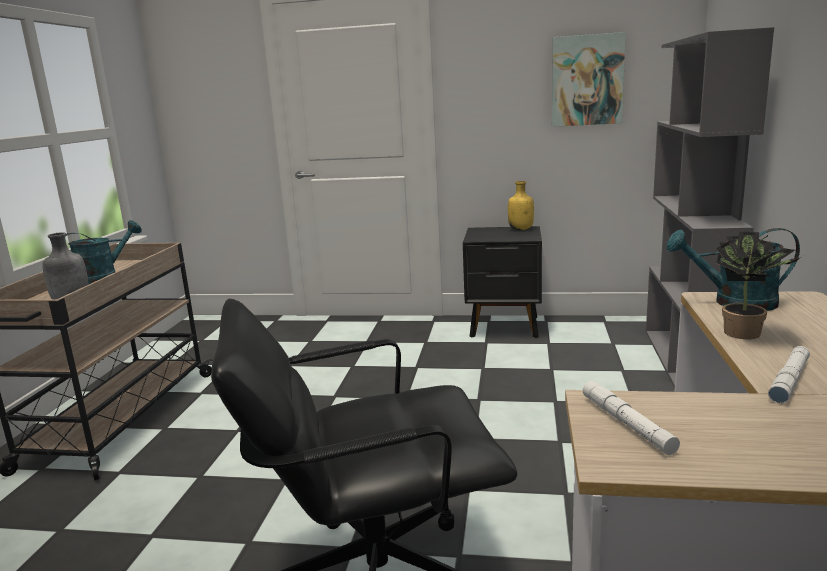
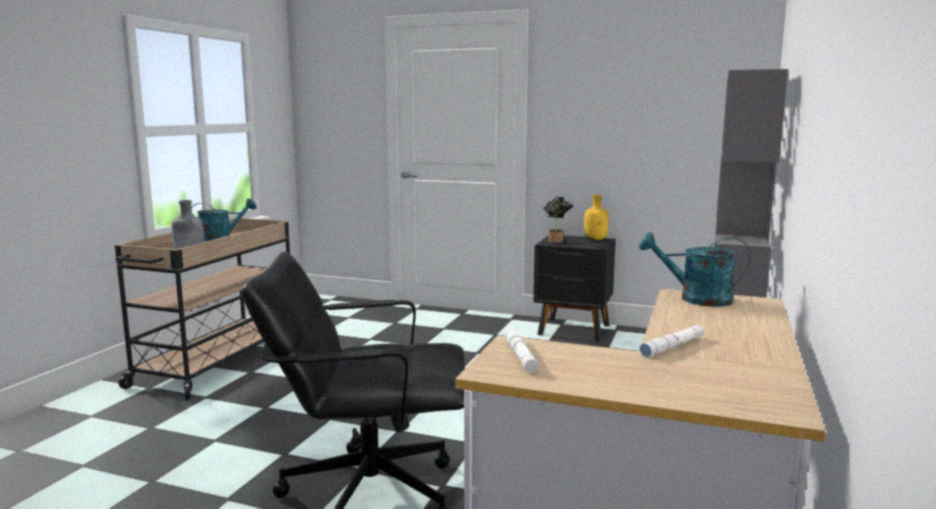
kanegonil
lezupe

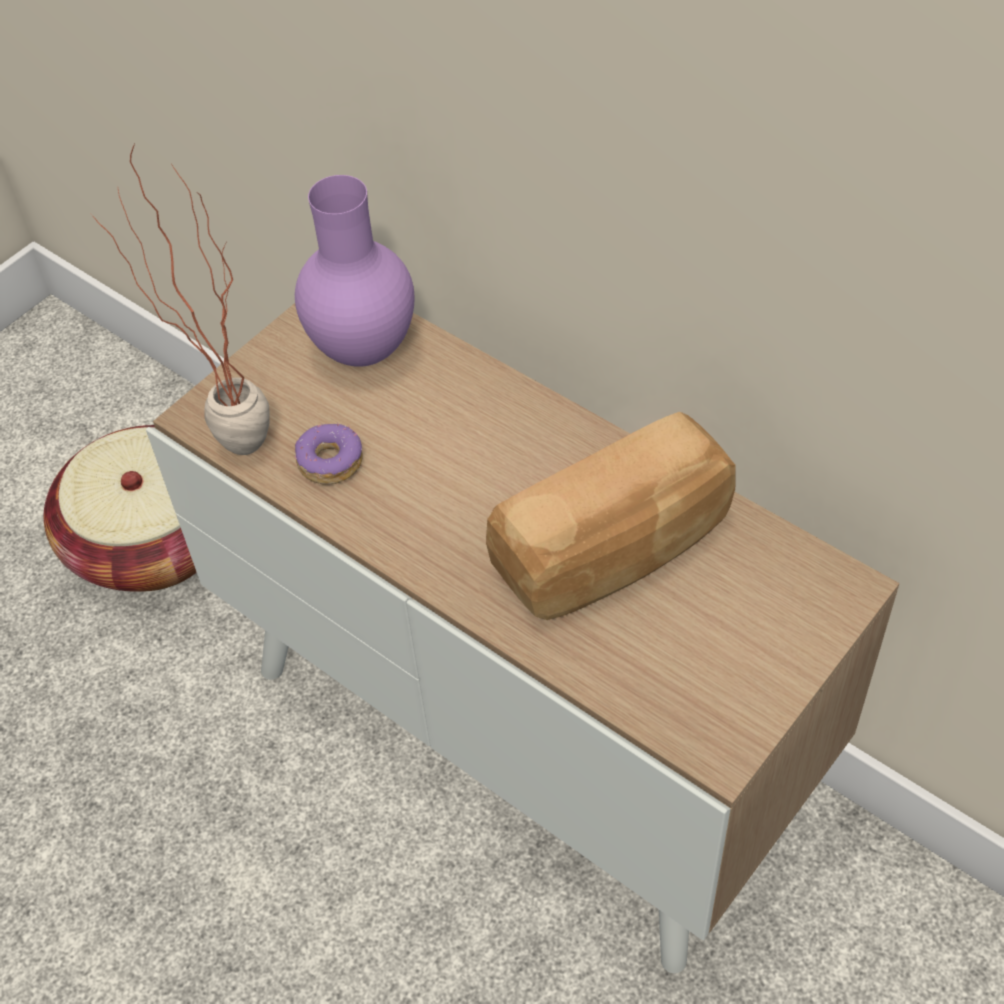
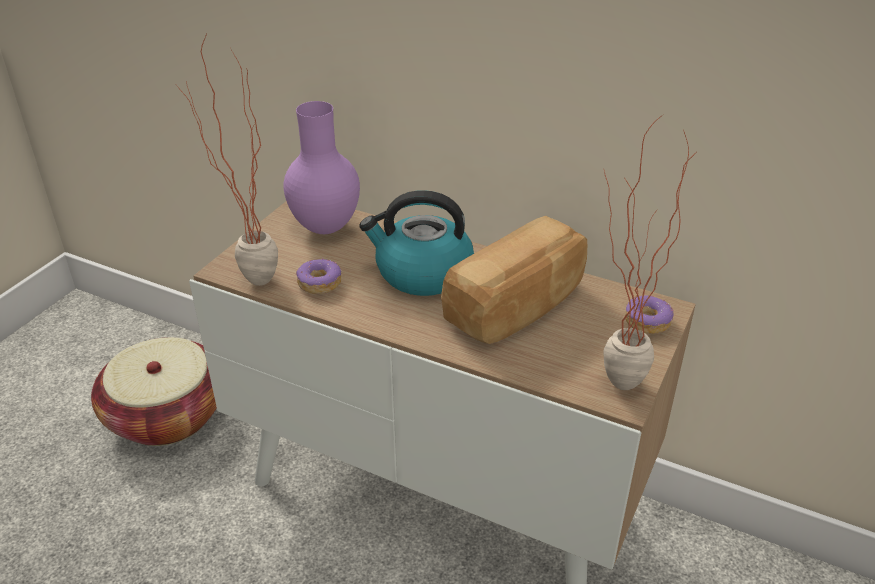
lezupe (2nd from left)
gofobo
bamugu (2nd from left)

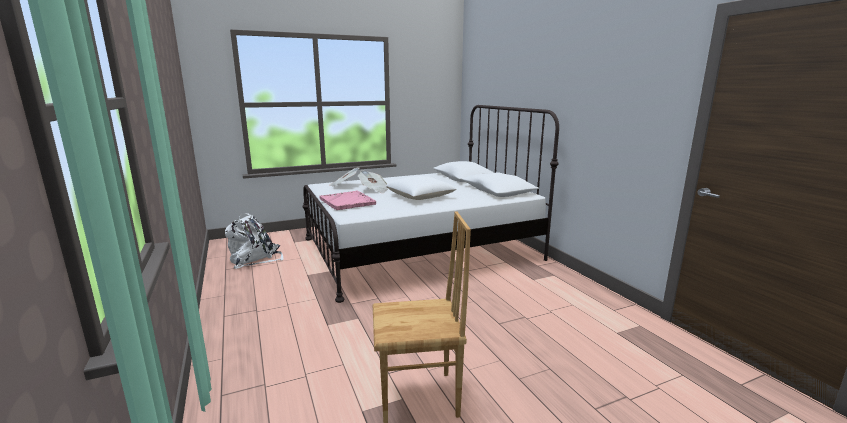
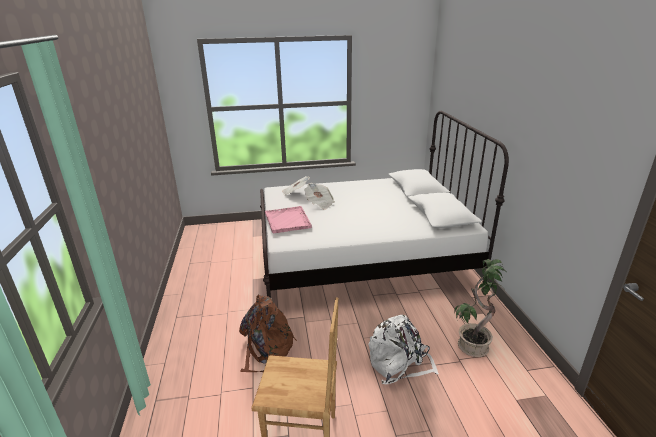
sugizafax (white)
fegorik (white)
lezupe
fegorik (brown)

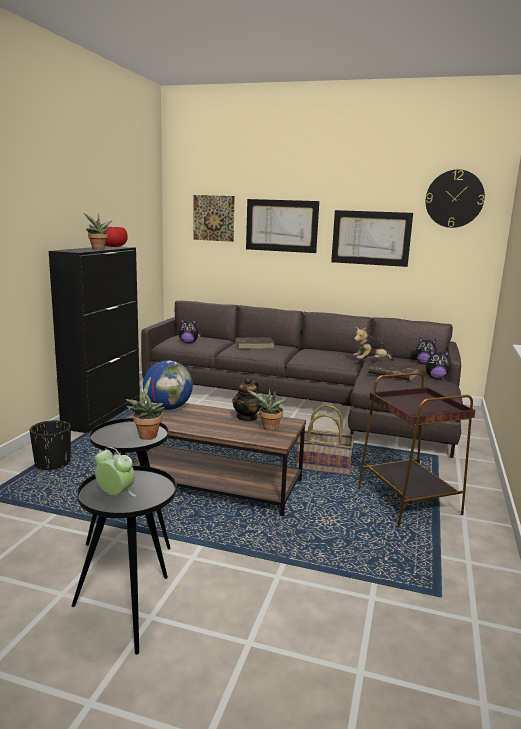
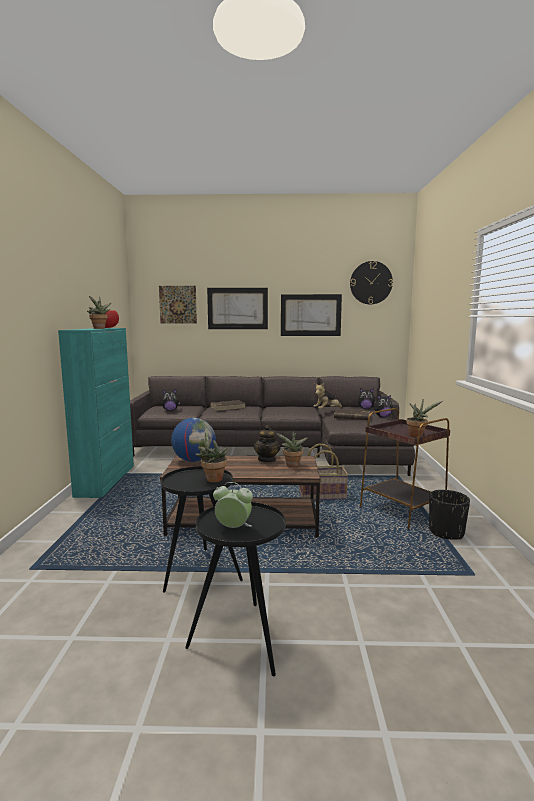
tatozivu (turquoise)
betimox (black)
lezupe (4th from left)

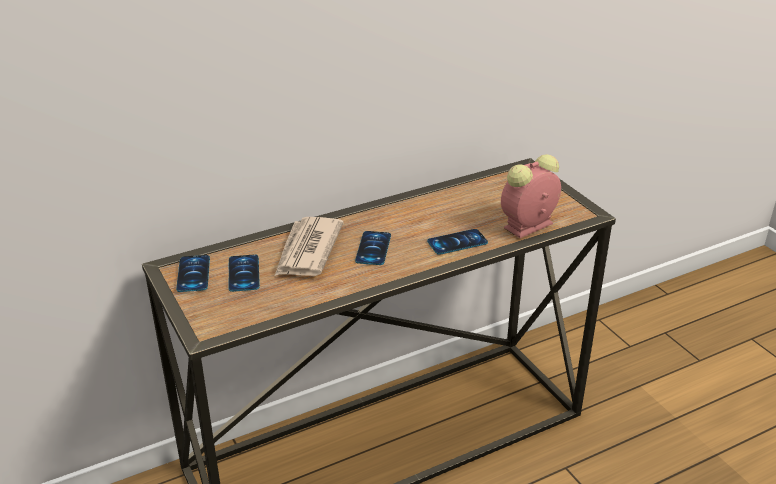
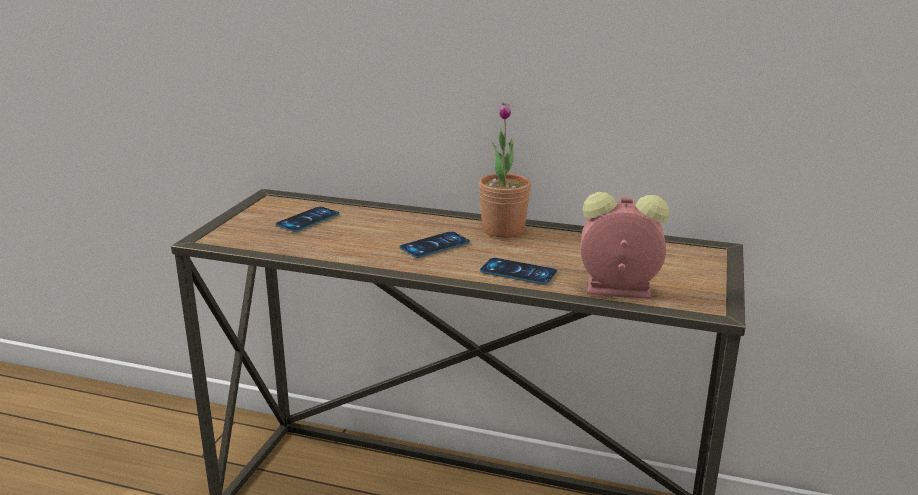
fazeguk
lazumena (1st from left in the first image)
lezupe

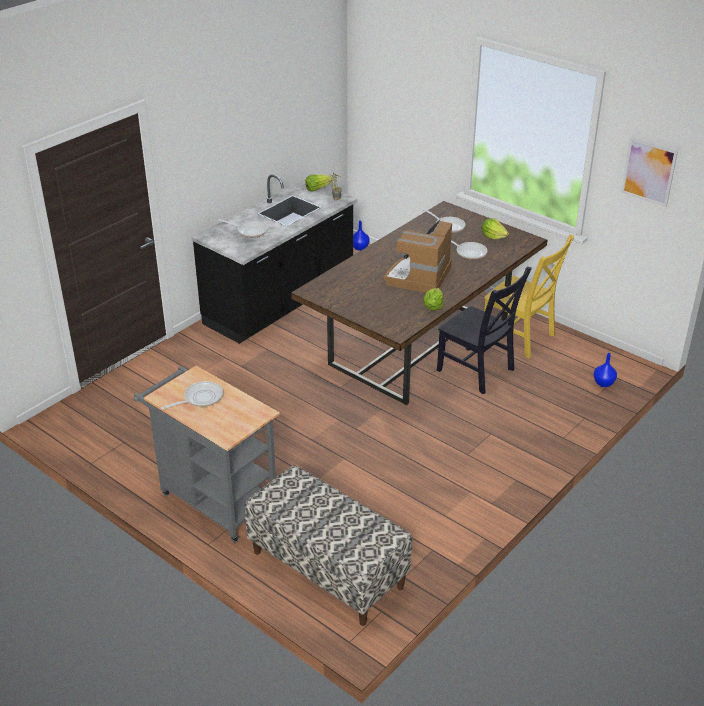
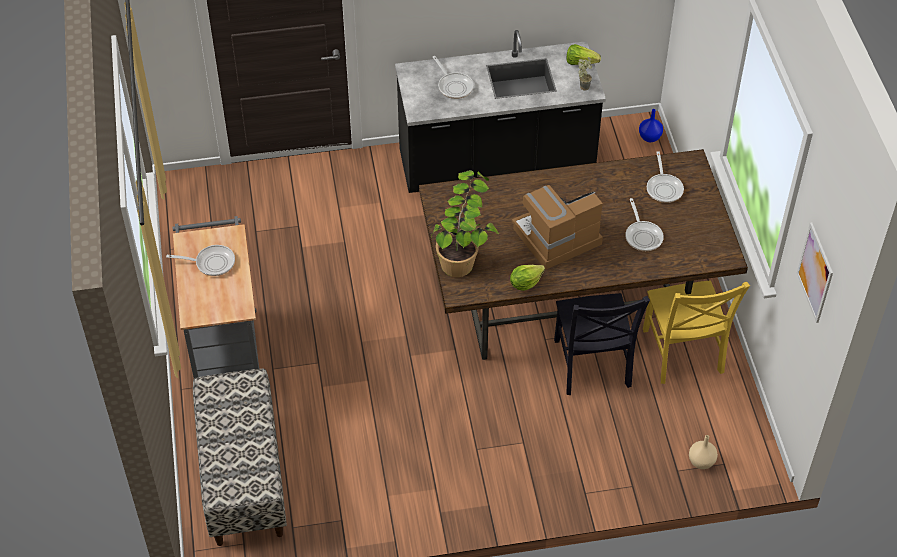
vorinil (3rd from left in the first image)
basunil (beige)
lezupe (1st from left)

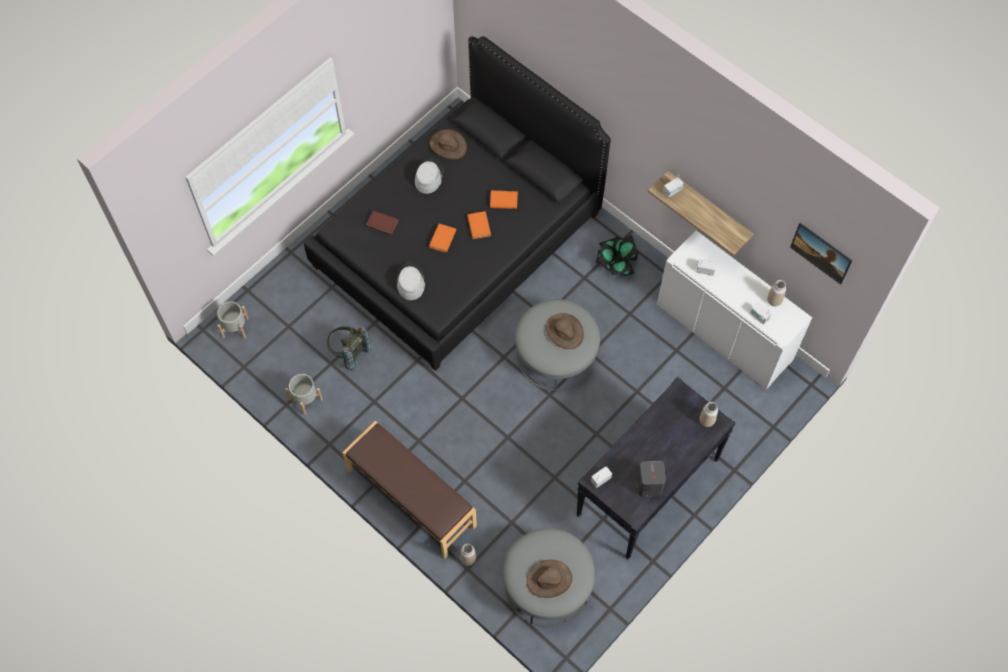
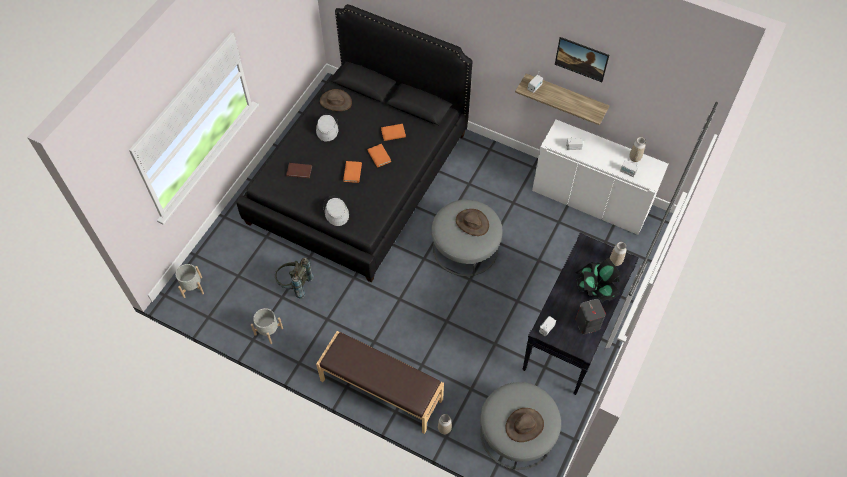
kanegonil
lezupe

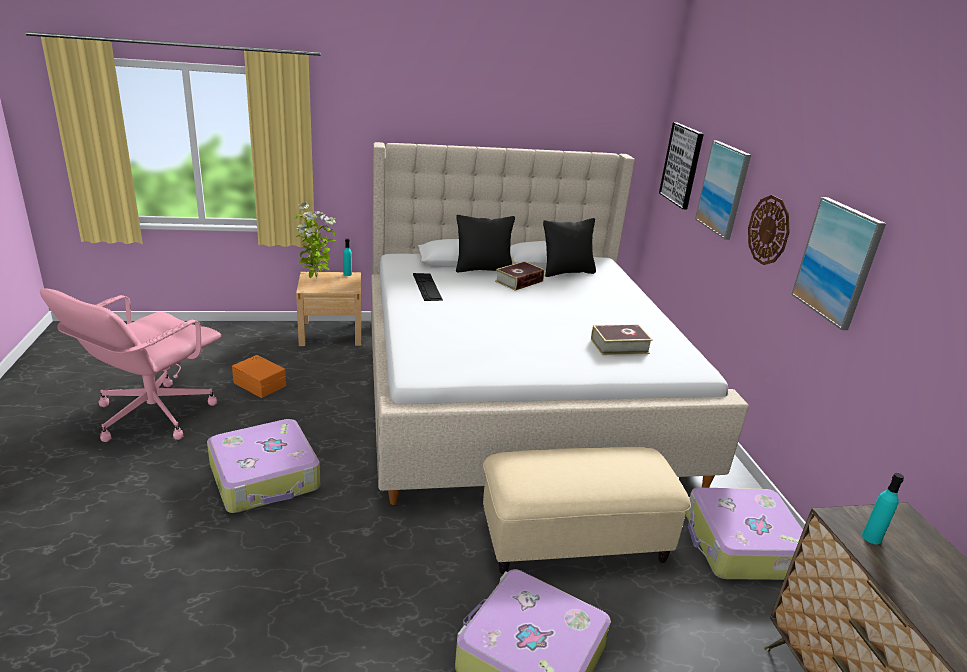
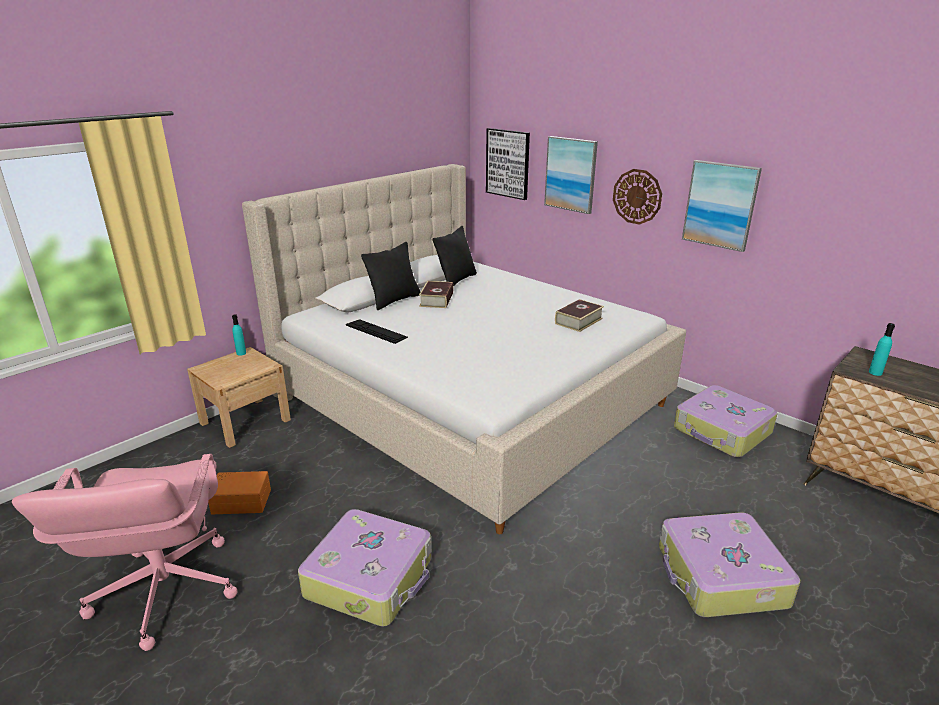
lezupe
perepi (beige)

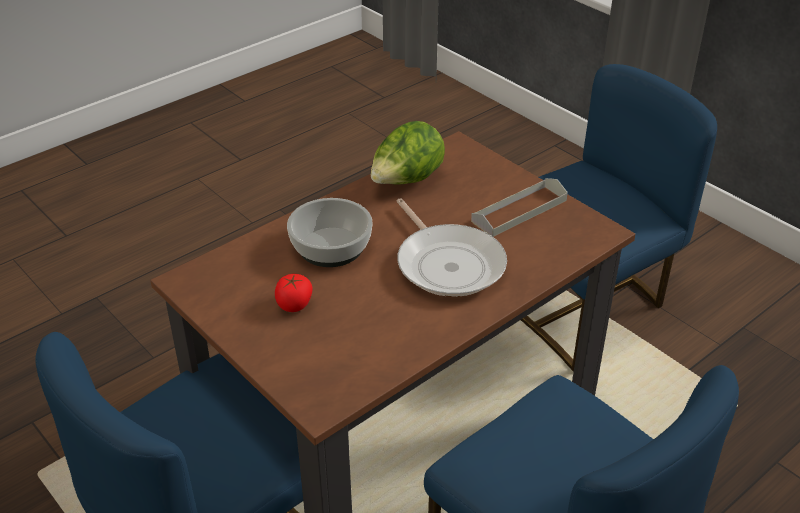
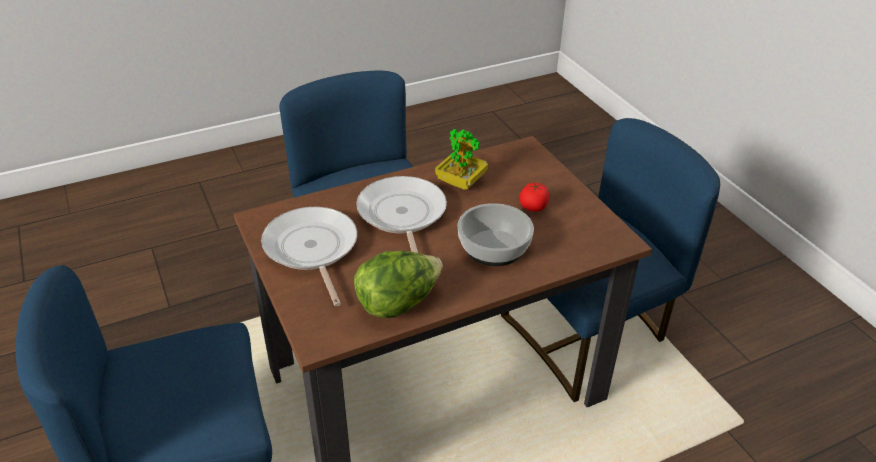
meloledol (1st from left)
lezupe

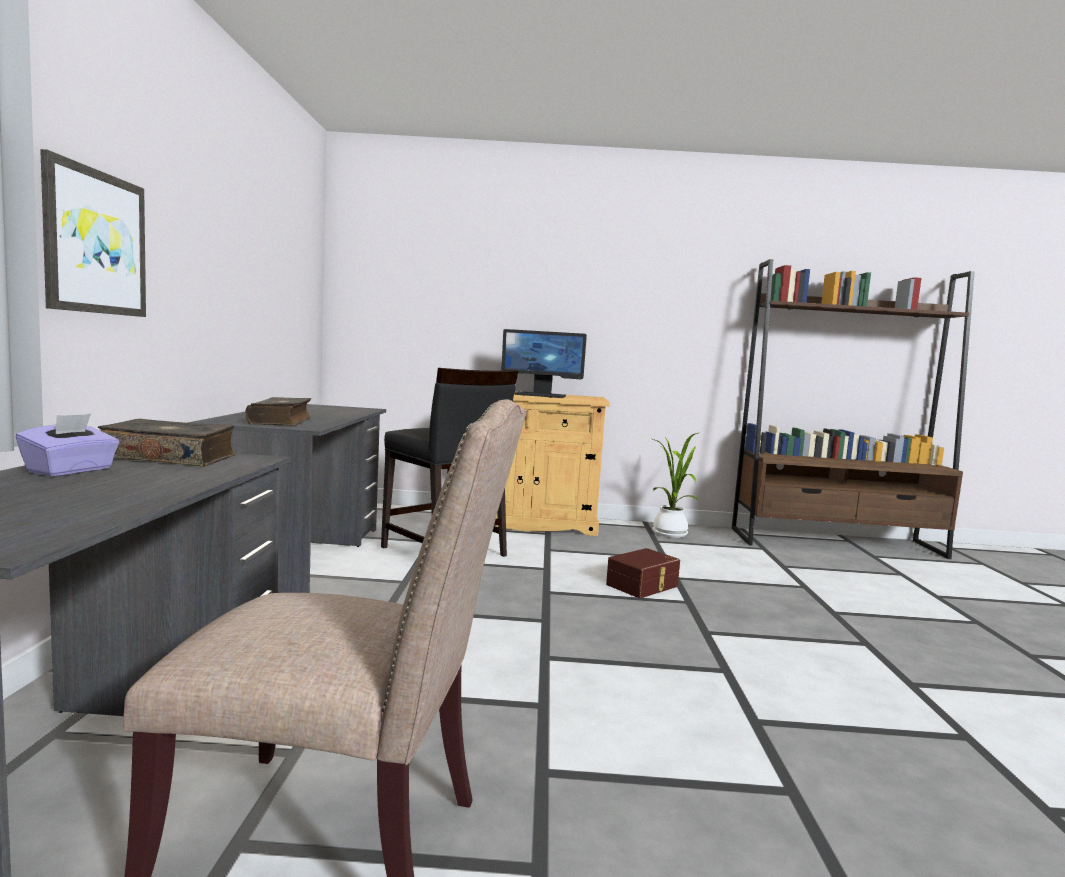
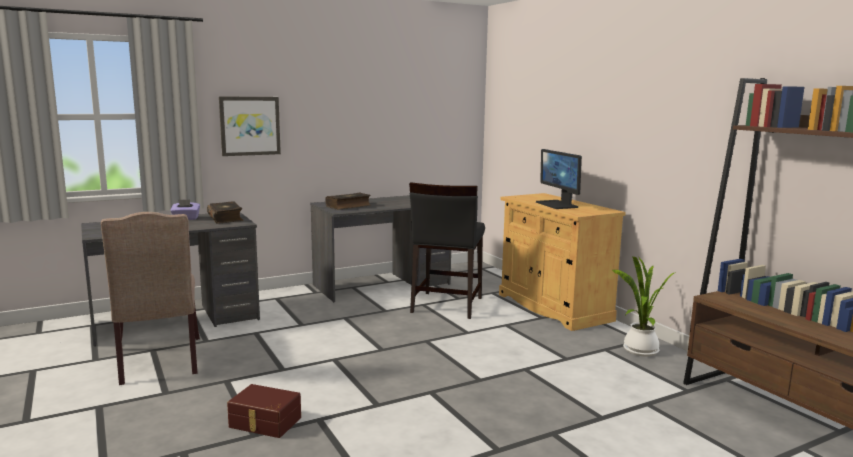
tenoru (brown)

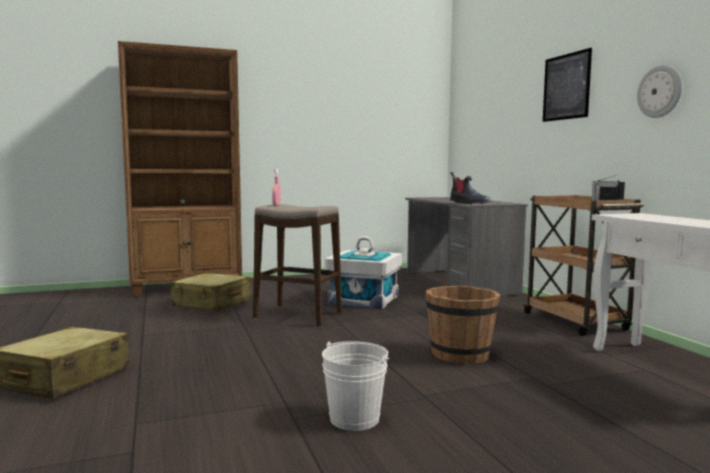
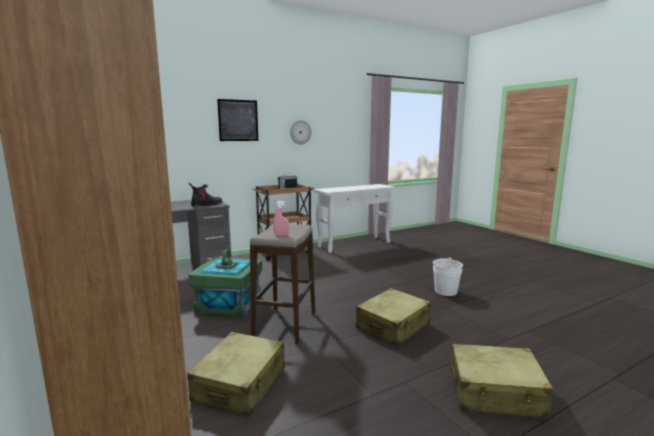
tenoru (green)
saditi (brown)
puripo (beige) (2nd from left)

